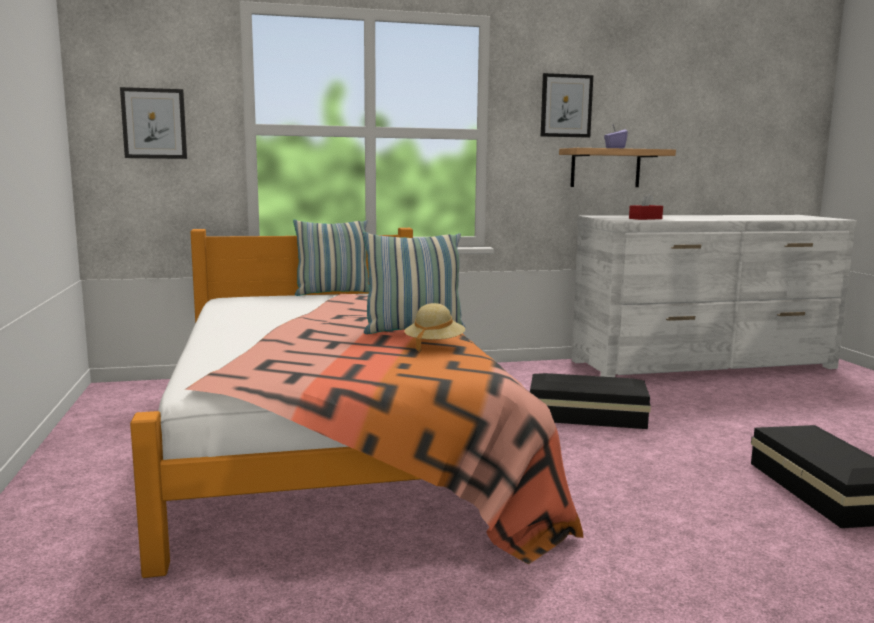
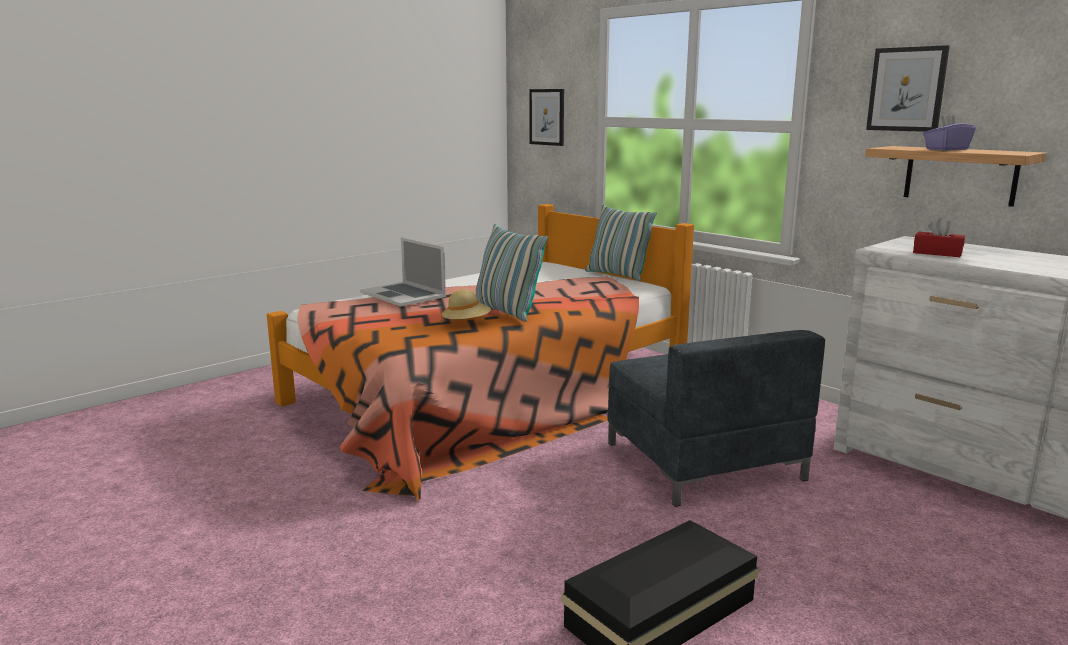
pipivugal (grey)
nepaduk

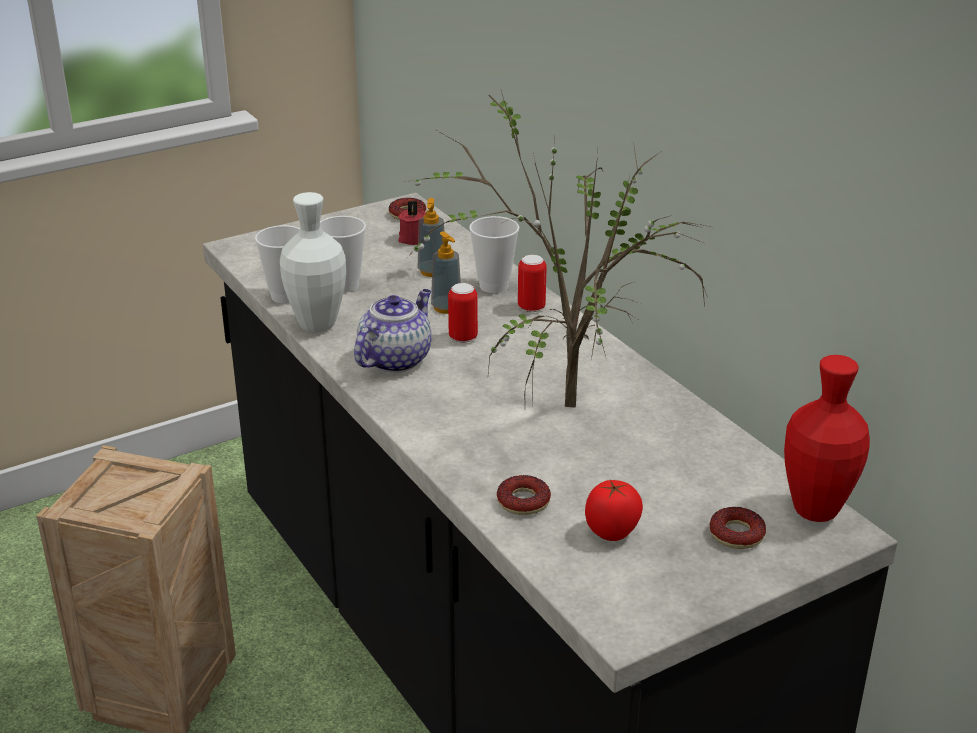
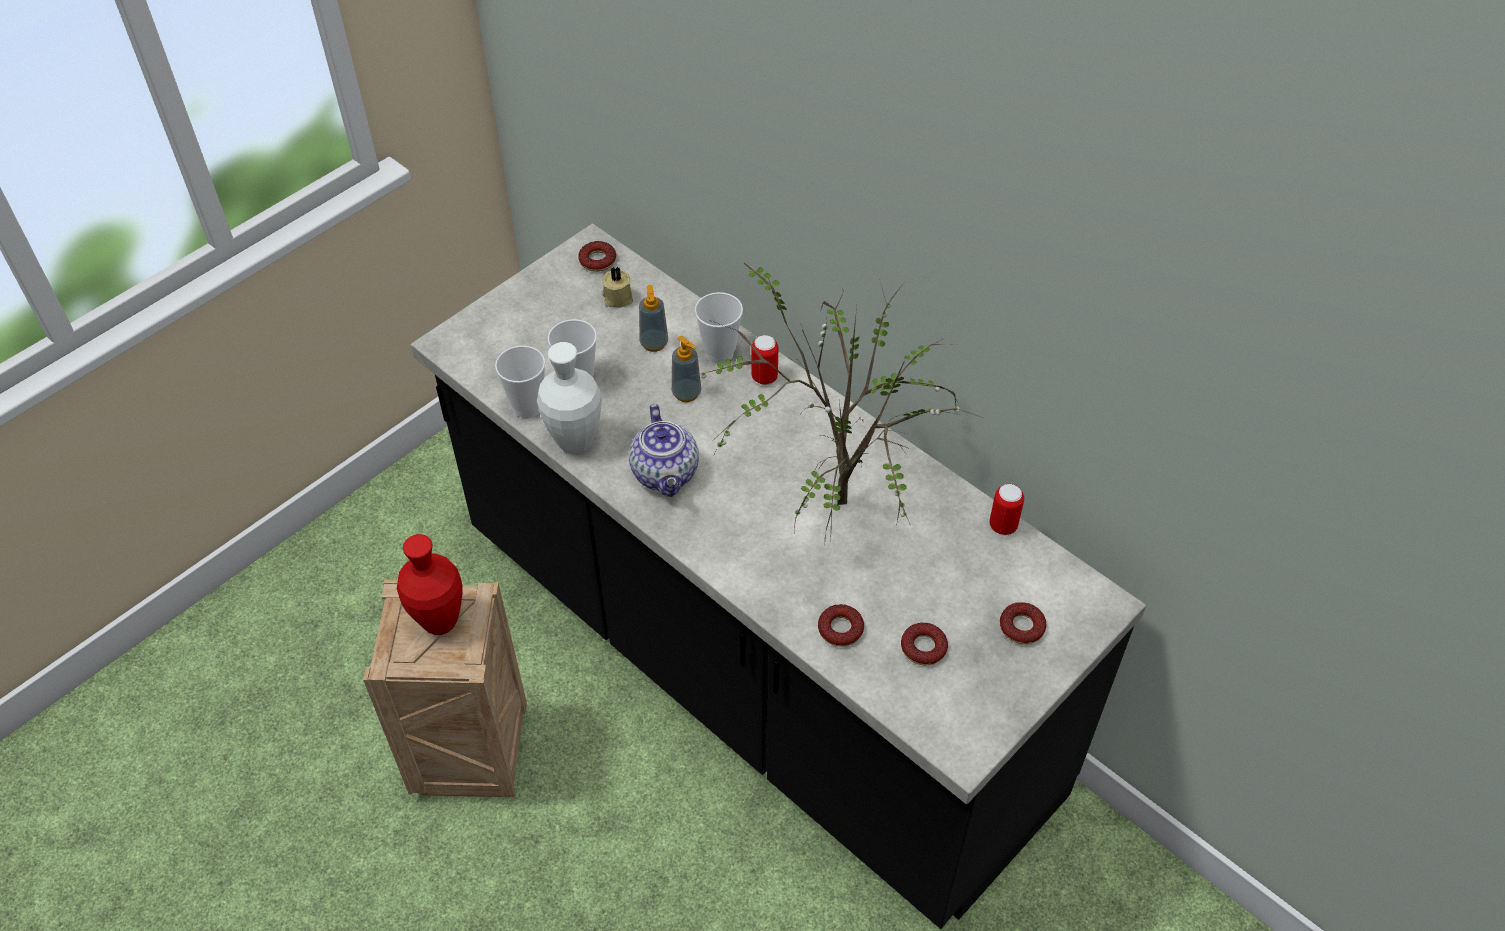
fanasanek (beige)
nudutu (2nd from left)
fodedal
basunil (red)
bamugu (3rd from left)

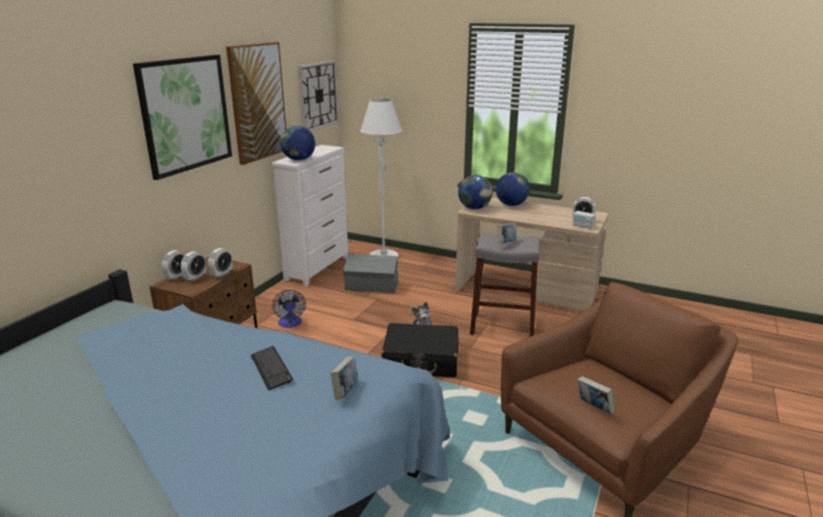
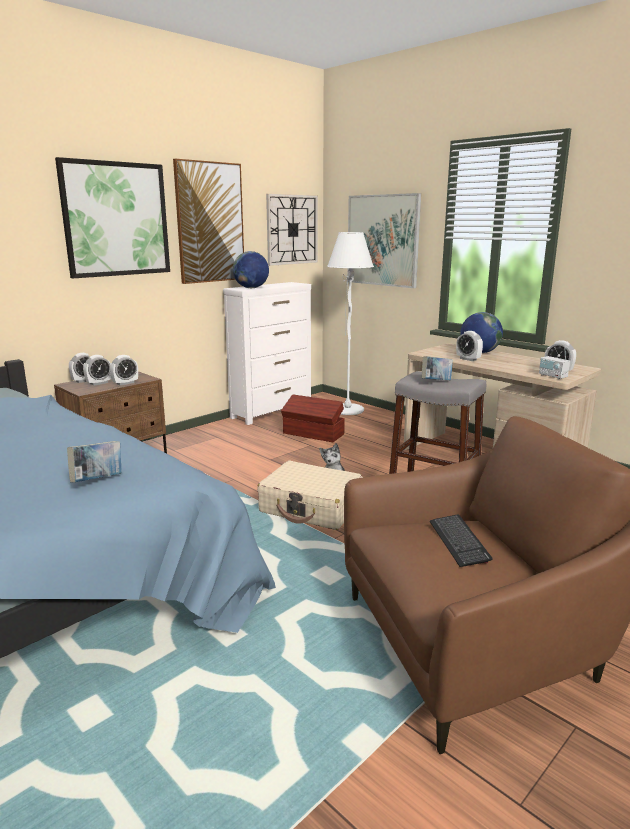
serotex (2nd from left in the first image)
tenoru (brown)
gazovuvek
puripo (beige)
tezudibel
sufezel (3rd from left in the first image)
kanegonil (3rd from left)
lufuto (4th from left)

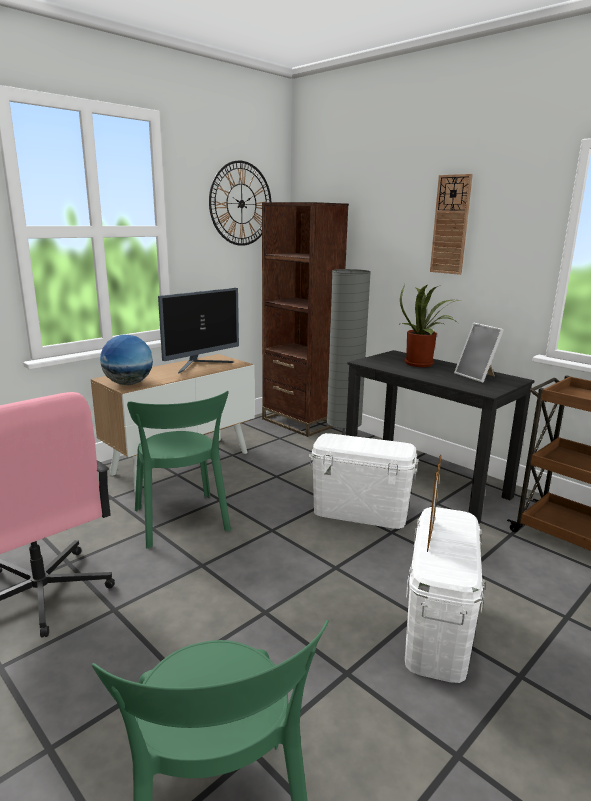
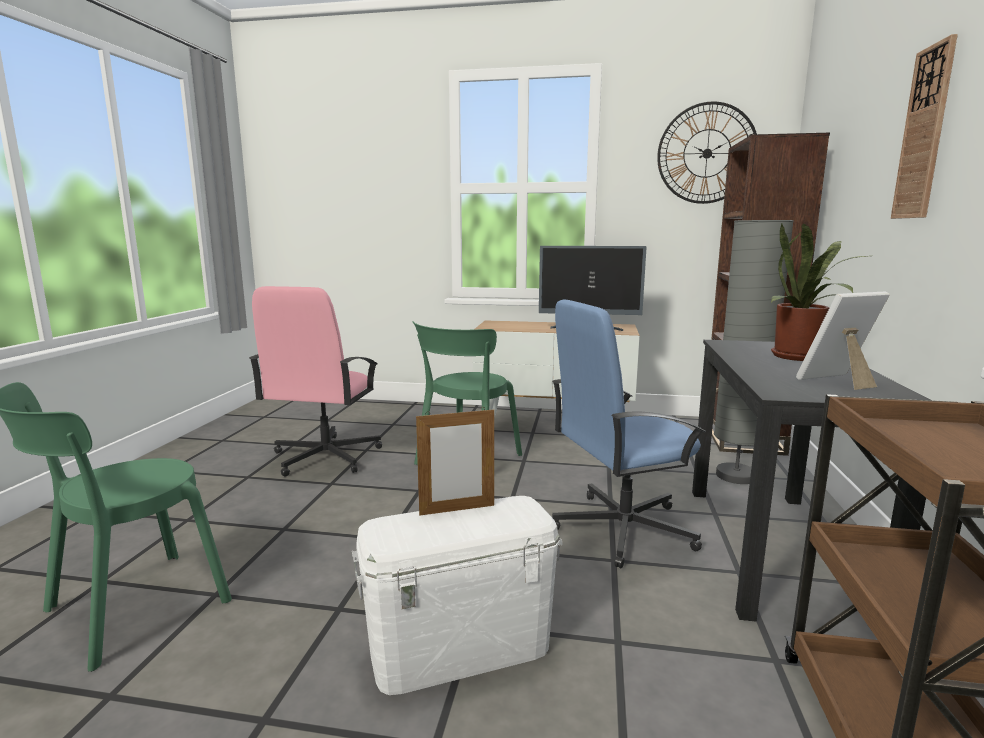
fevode (2nd from left)
serotex
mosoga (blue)

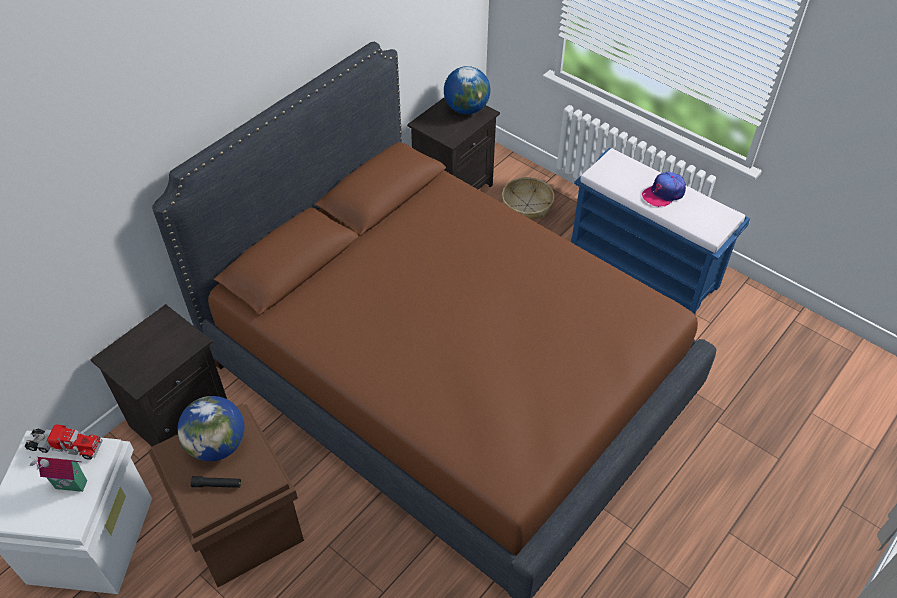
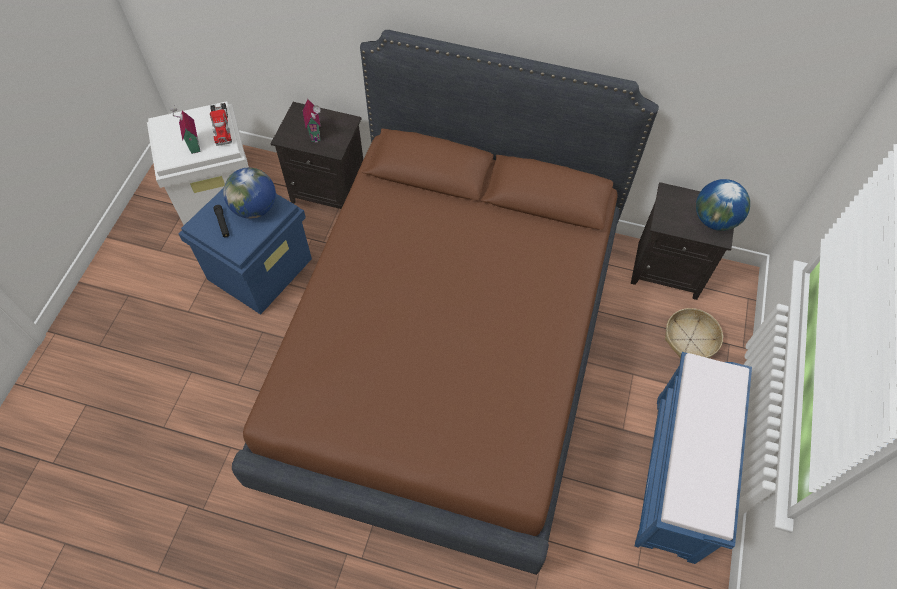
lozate
tenoru (blue)
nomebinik (2nd from left)

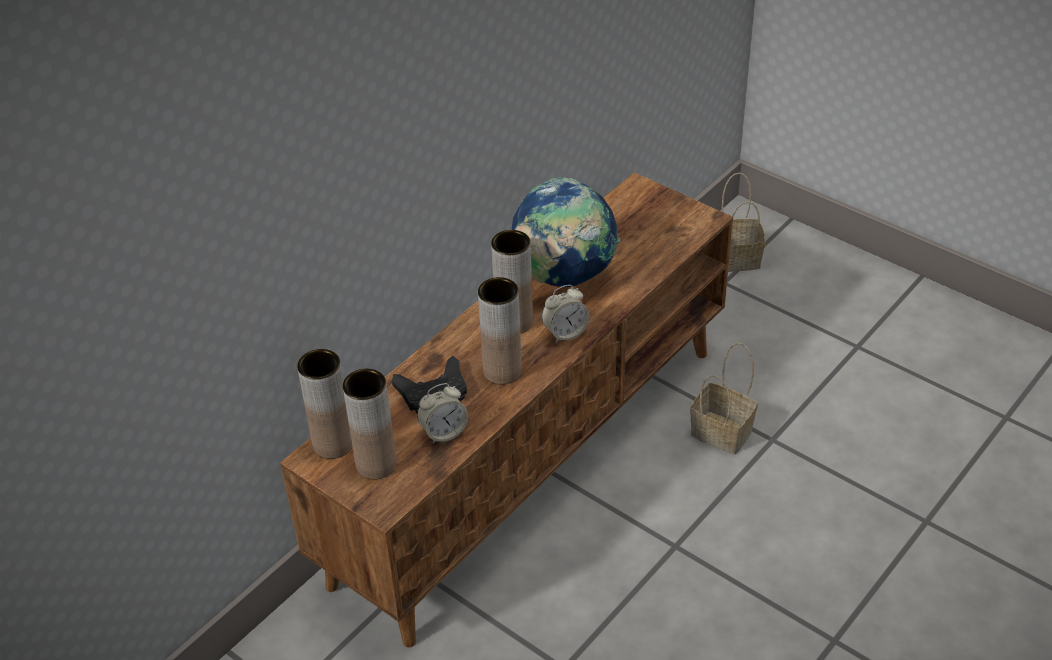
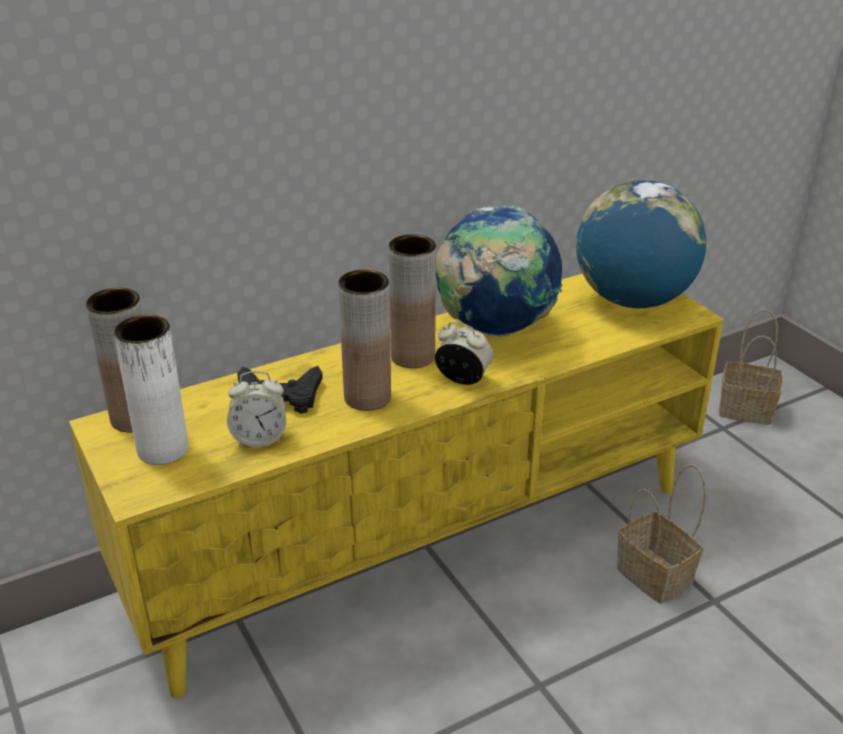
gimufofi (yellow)
lufuto (2nd from left)
basunil (white)
serotex (2nd from left)

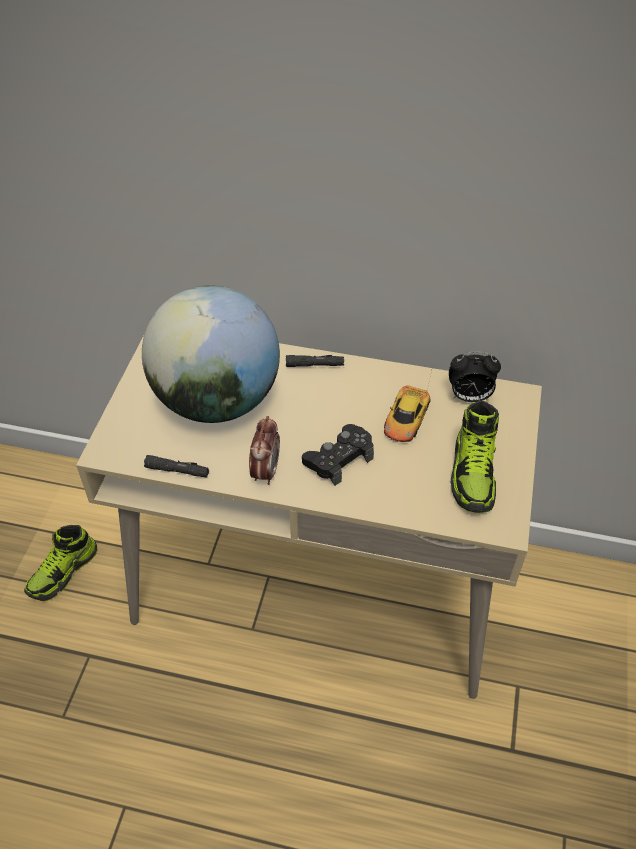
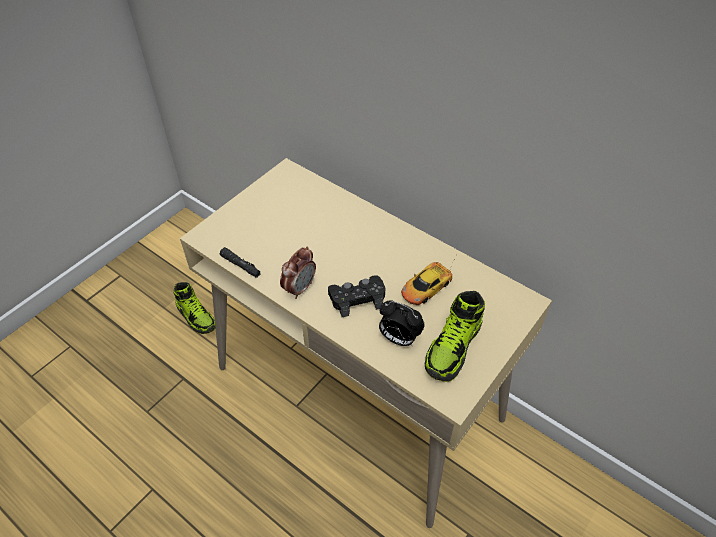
serotex
lufuto (2nd from left)
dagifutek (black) (2nd from left in the first image)
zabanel (1st from left)

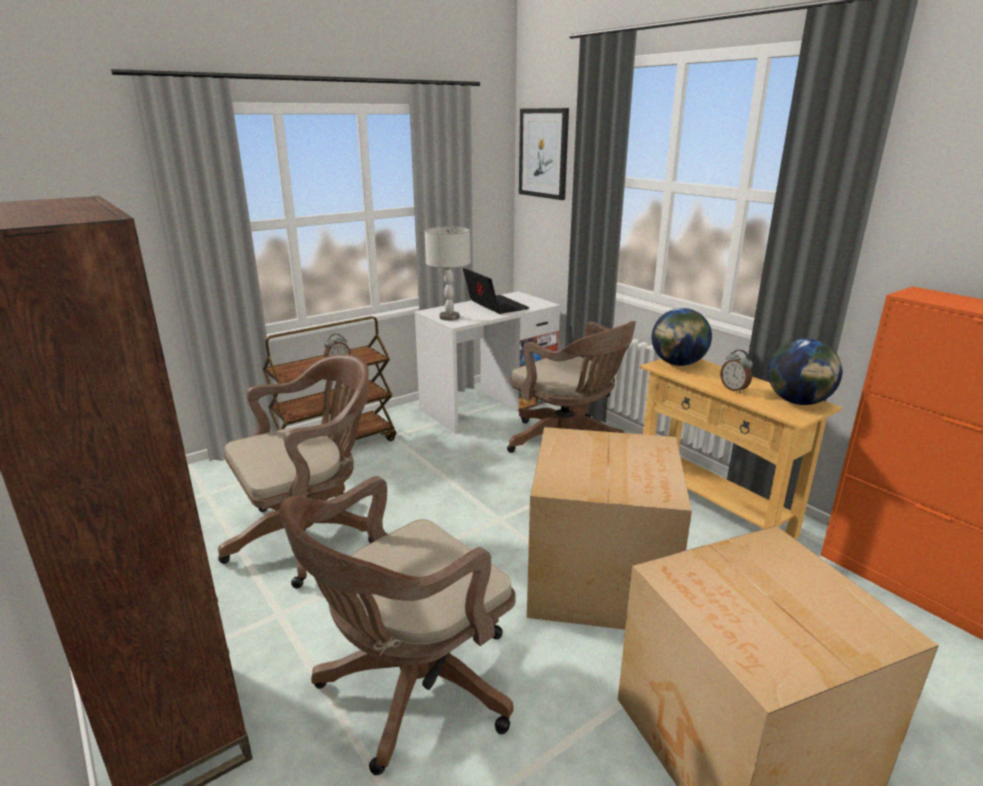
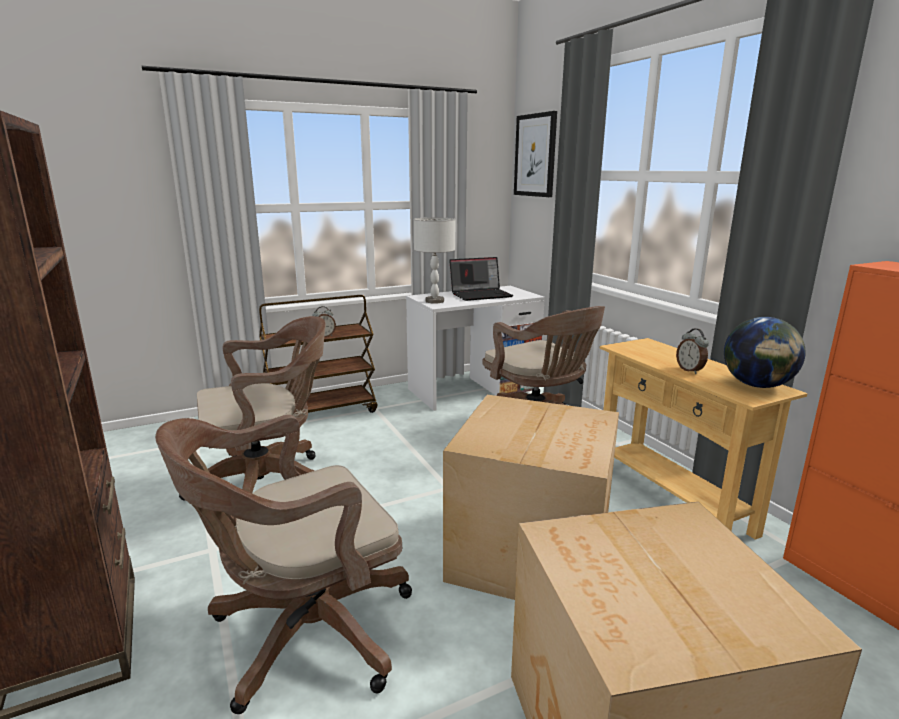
nepaduk
serotex (1st from left in the first image)

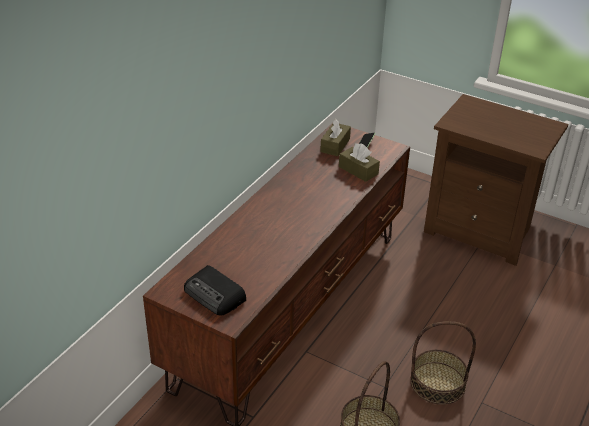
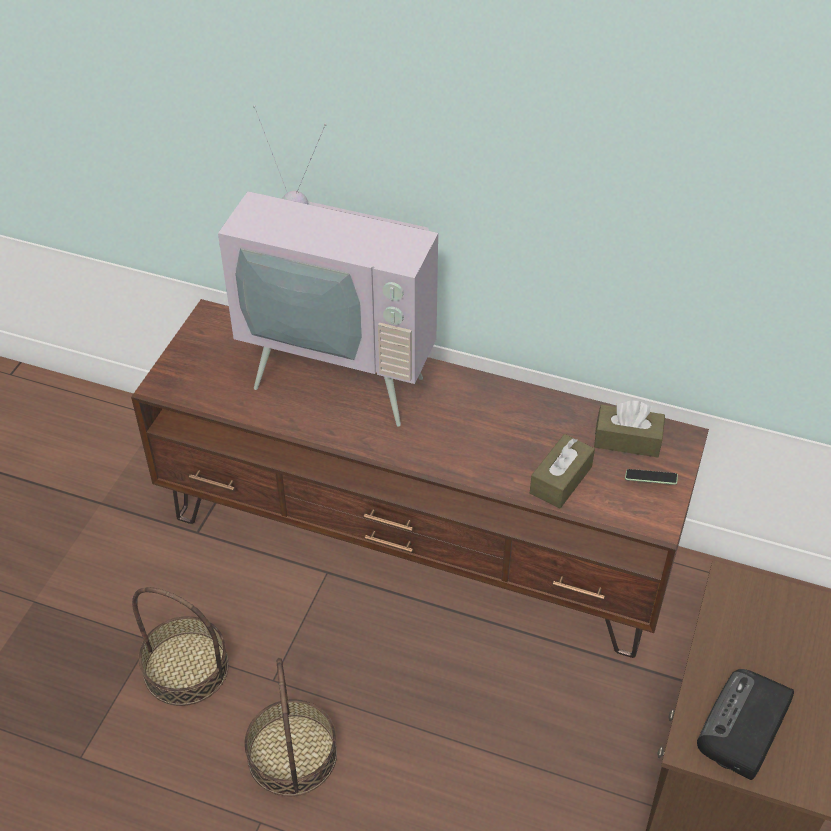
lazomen
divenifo

